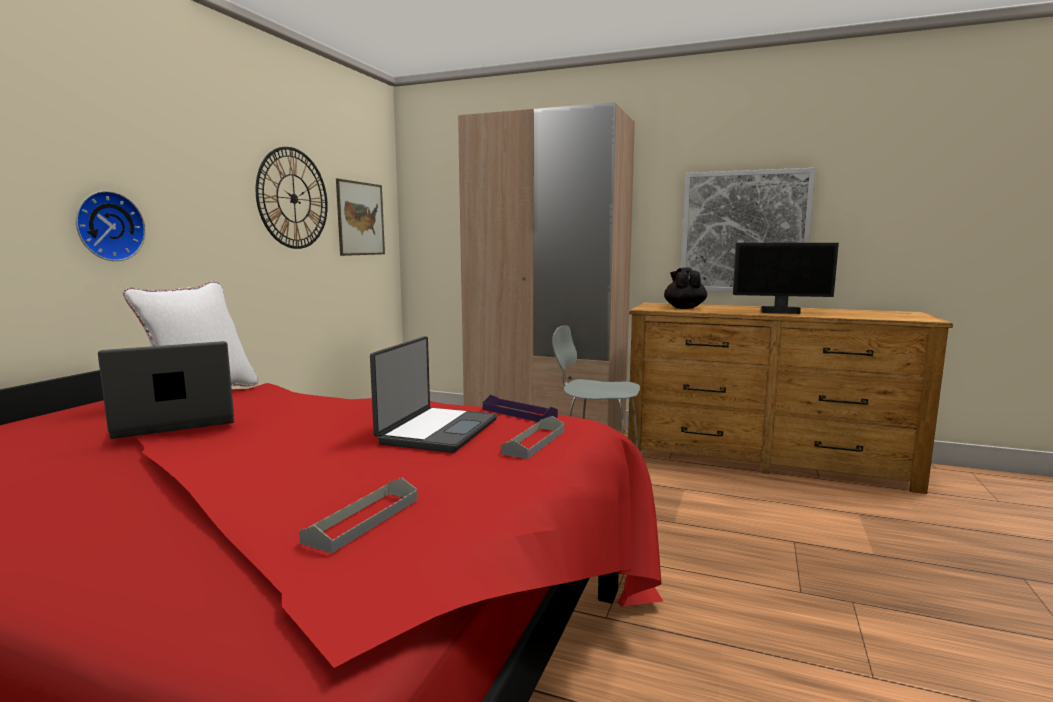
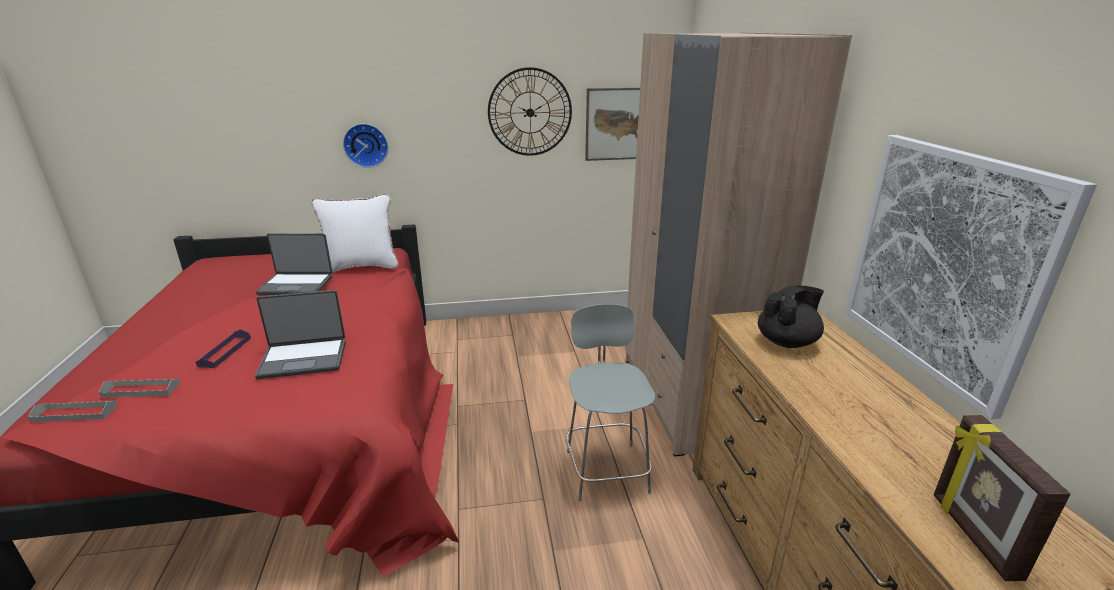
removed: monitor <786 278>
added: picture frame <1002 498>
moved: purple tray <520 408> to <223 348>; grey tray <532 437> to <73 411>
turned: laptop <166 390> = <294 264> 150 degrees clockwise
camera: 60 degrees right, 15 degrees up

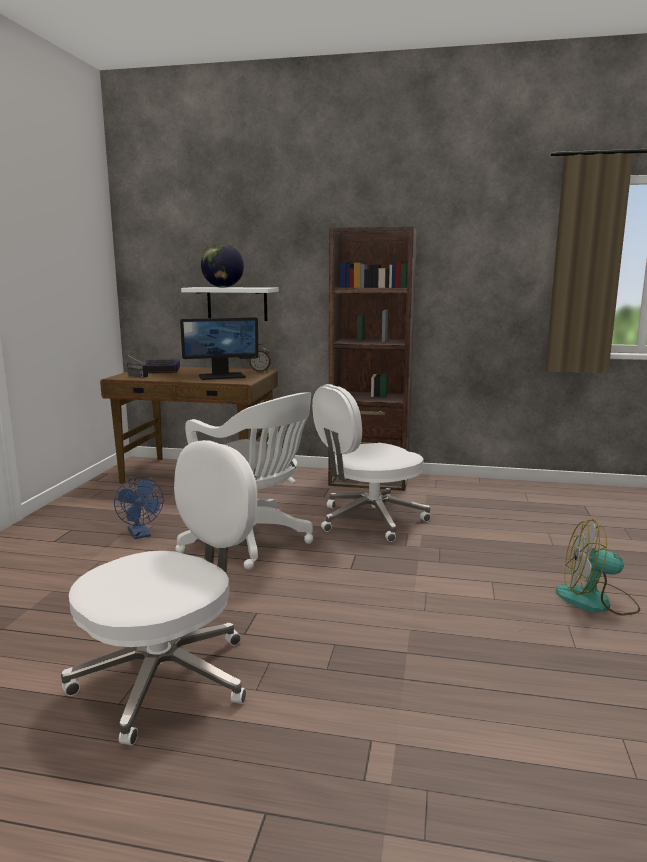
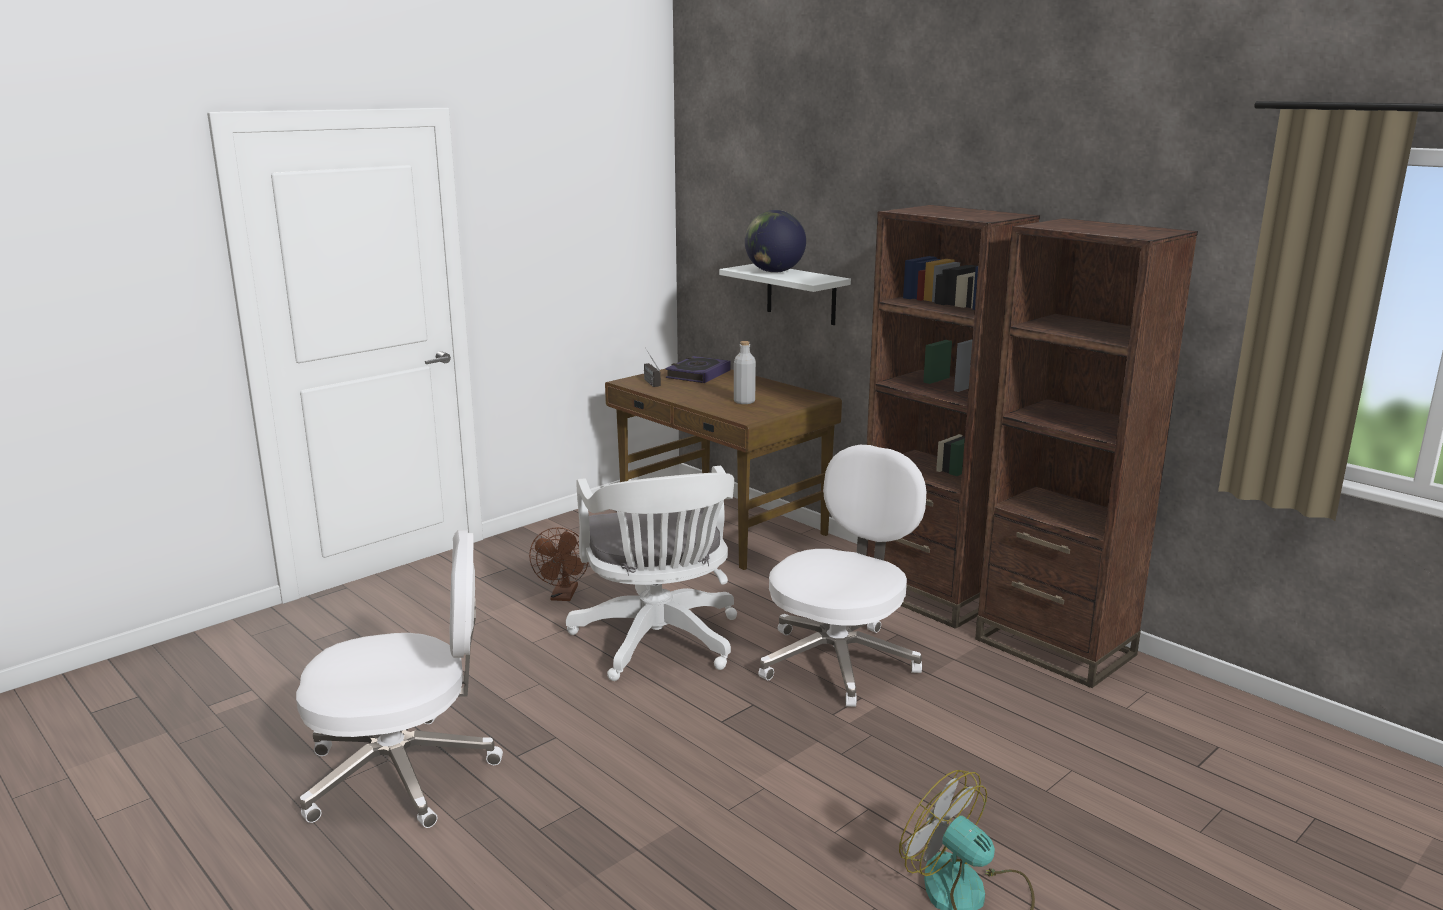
removed: alarm clock <260 358>
added: brown bookcase <1086 453>
replaced: monitor <219 348> to grey bottle <745 372>
recoloured: blue fan <139 508> to brown fan <558 564>
turned: white office chair <371 463> = <842 576> 120 degrees clockwise
camera: 35 degrees right, 5 degrees up

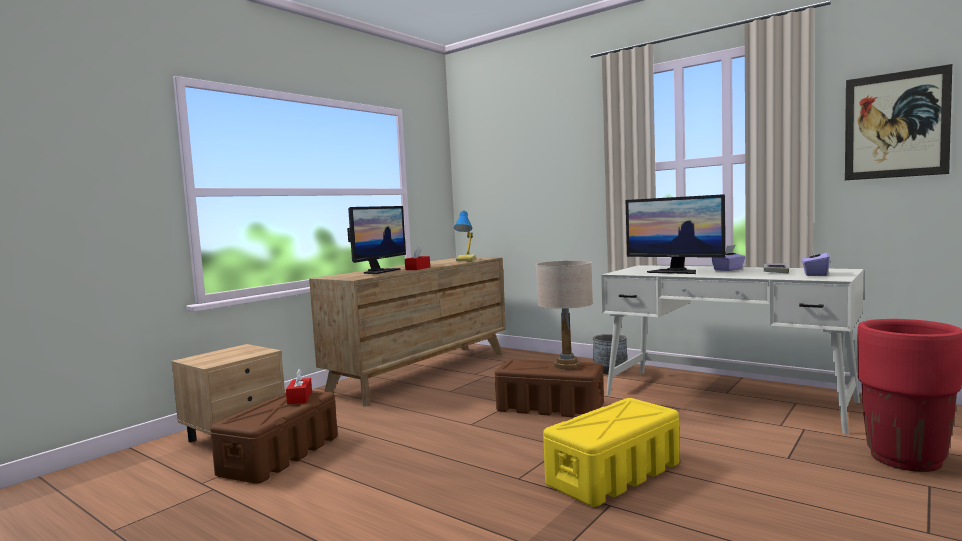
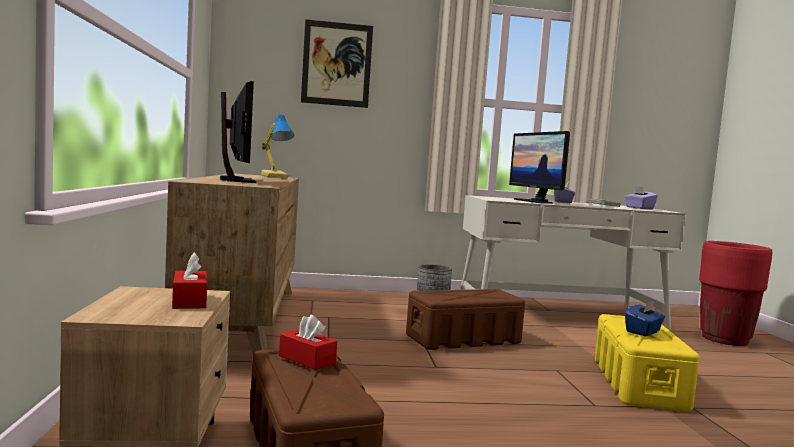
removed: beige table lamp <564 315>
added: blue tissue box <645 318>
moved: picture <898 122> to <337 63>; red tissue box <417 258> to <189 280>
turned: monitor <675 234> = <539 167> 75 degrees clockwise
camera: 45 degrees left, 0 degrees up

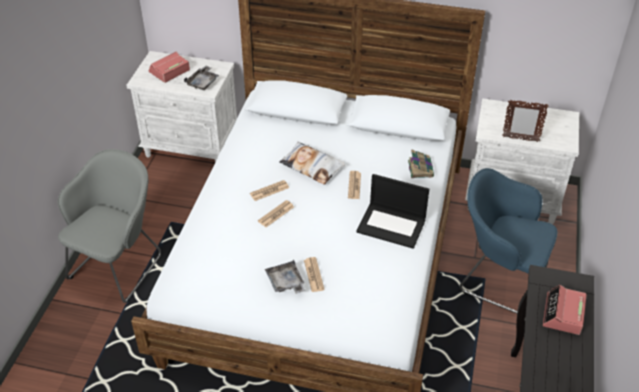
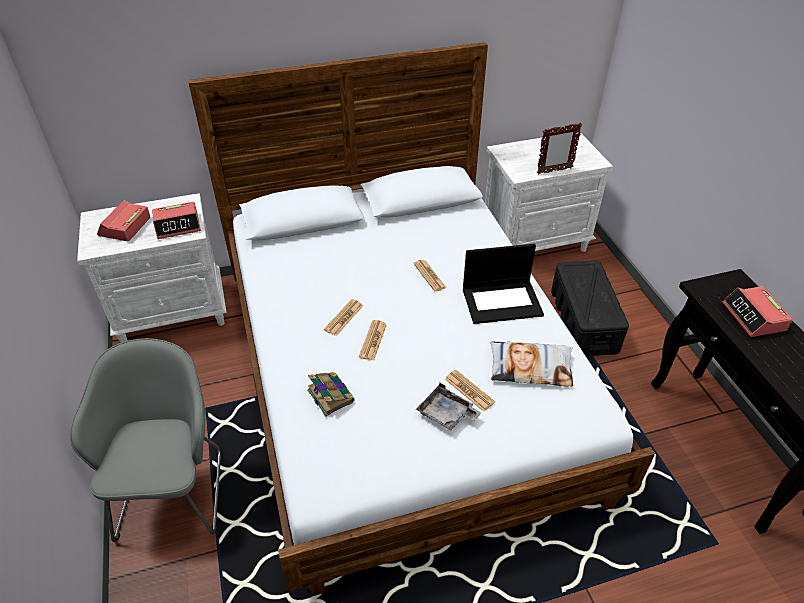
moved: pillow <312 163> to <531 363>; book <421 163> to <330 394>
replaced: grey tray <201 78> to alarm clock <176 220>; blue armchair <508 240> to black storage box <590 308>
camera: 30 degrees left, 0 degrees up

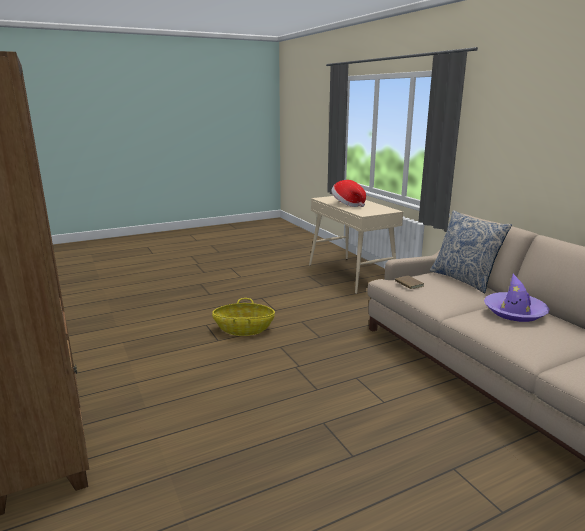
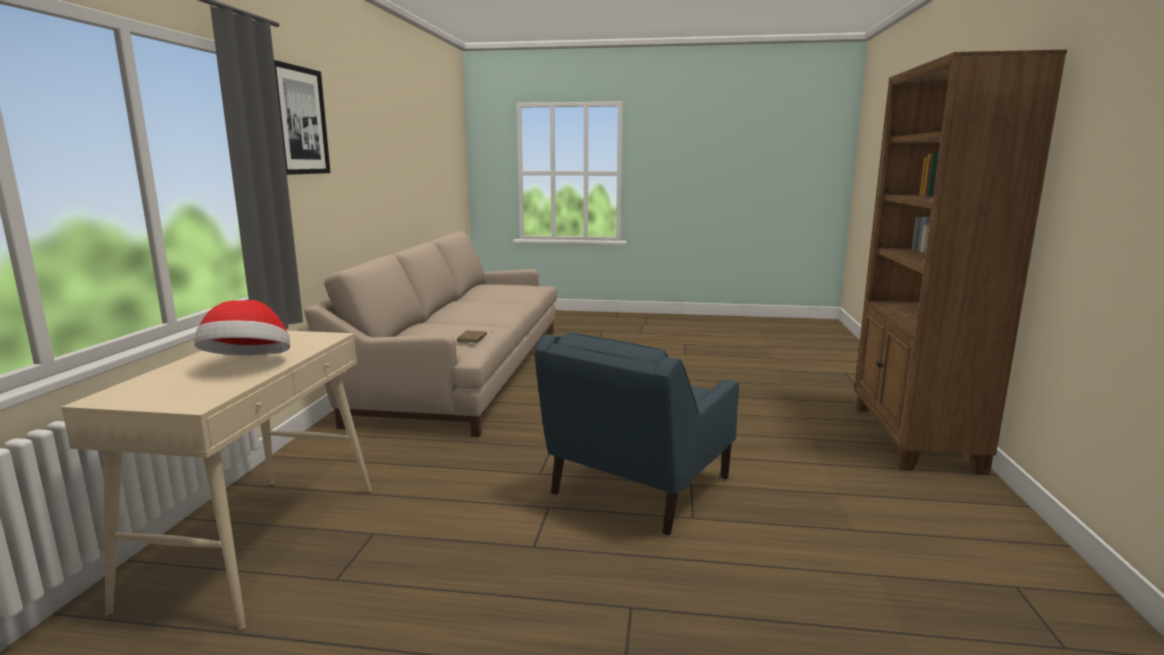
removed: pillow <471 251>; purple hat <517 298>
added: picture <302 117>
replaced: basket <243 317> to blue armchair <636 434>
camera: 145 degrees left, 5 degrees down

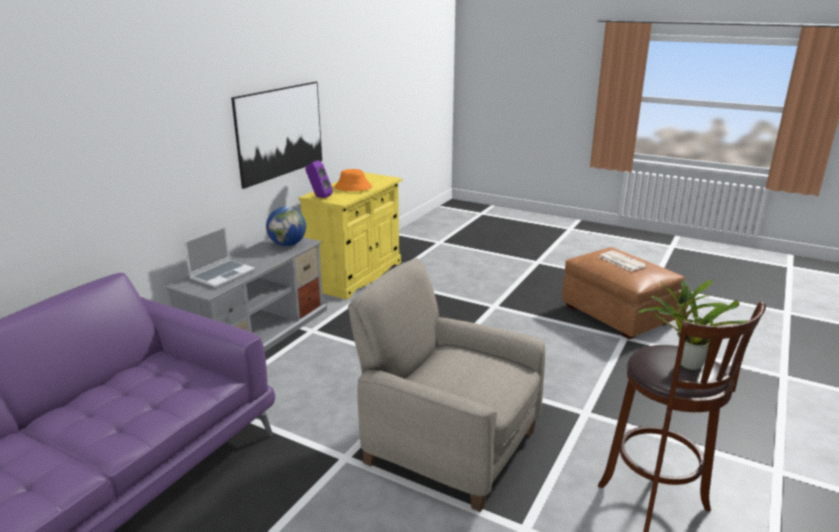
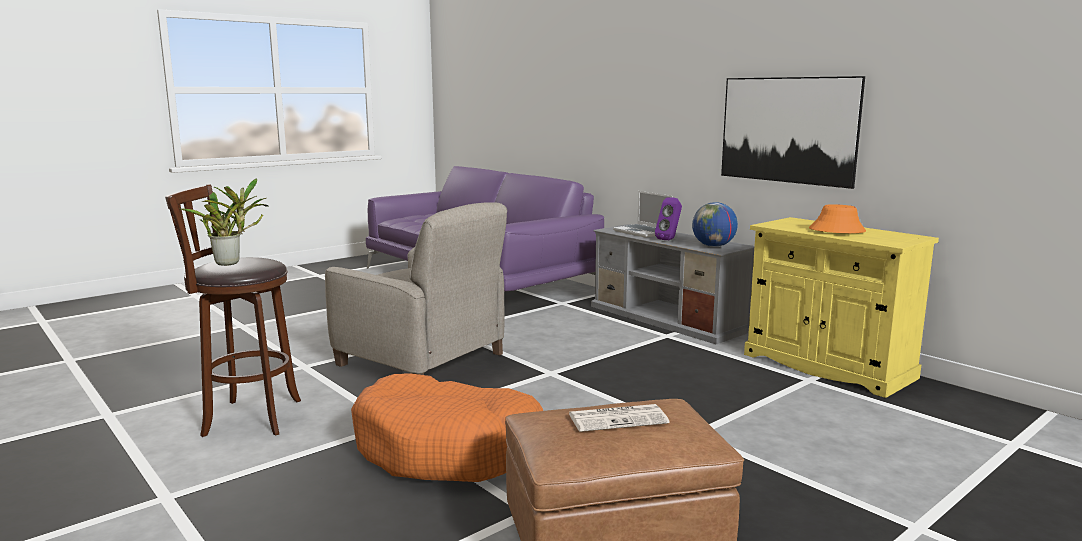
added: orange dog bed <447 427>
moved: purple speaker <319 179> to <668 218>
turned: beige armchair <446 385> = <416 288> 75 degrees clockwise
camera: 110 degrees right, 10 degrees down

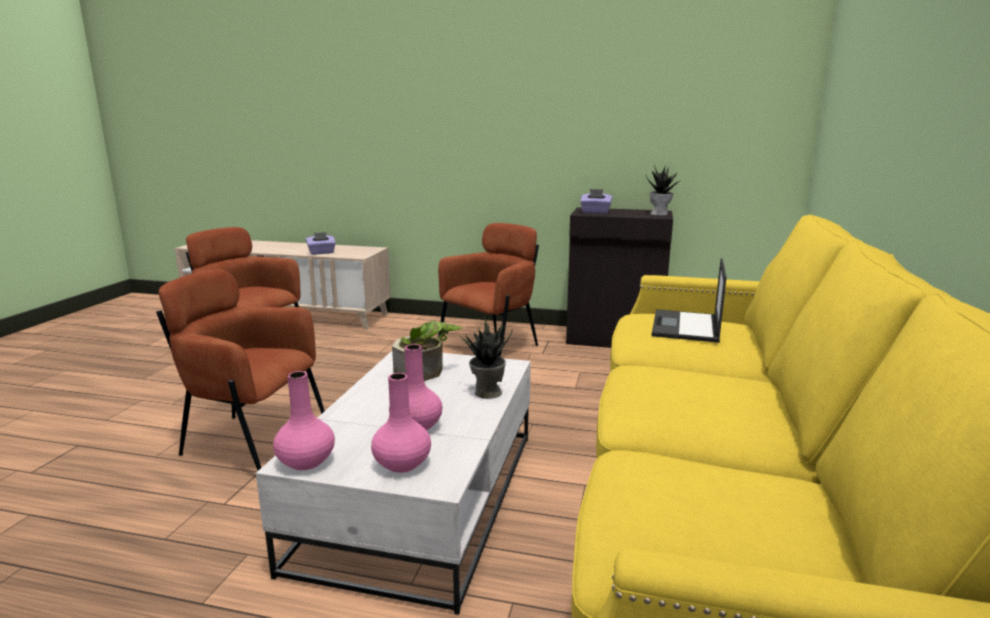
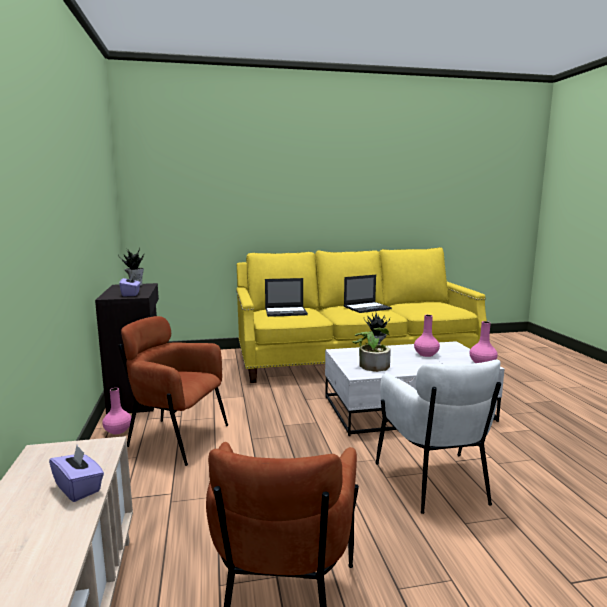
added: laptop <368 294>
moved: pink vase <401 423> to <116 411>
recoloured: brown armchair <240 370> to white armchair <438 437>
camera: 115 degrees left, 5 degrees down

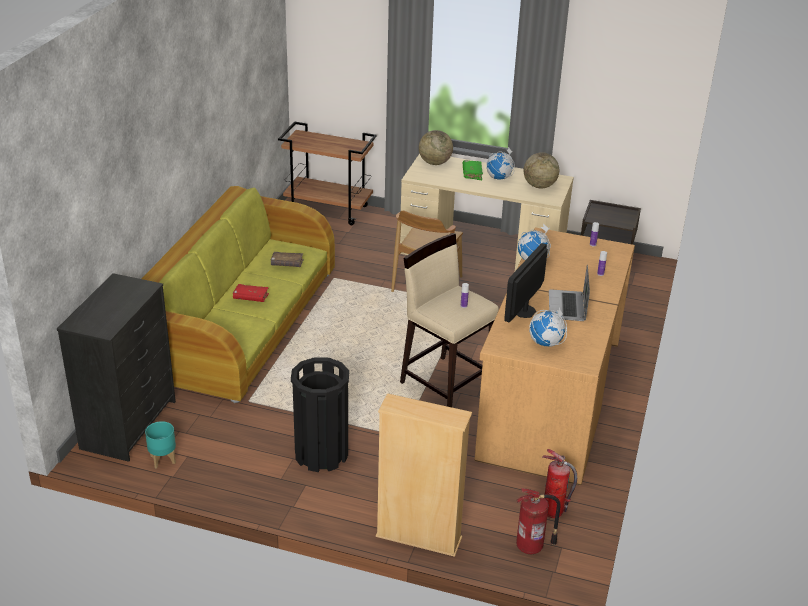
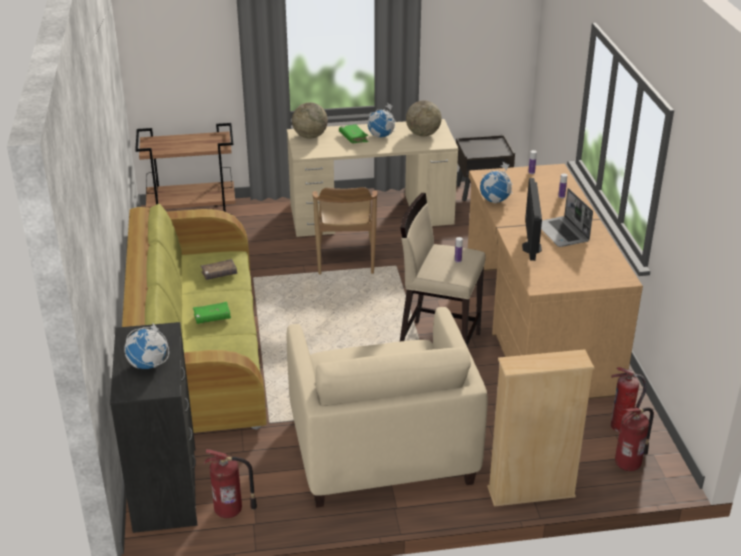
moved: globe <548 327> to <146 345>
replaced: black trash can <320 414> to beige armchair <387 407>; turquoise planter <160 445> to fire extinguisher <230 483>
recoloured: red book <251 293> to green book <212 313>
camera: 25 degrees left, 0 degrees up

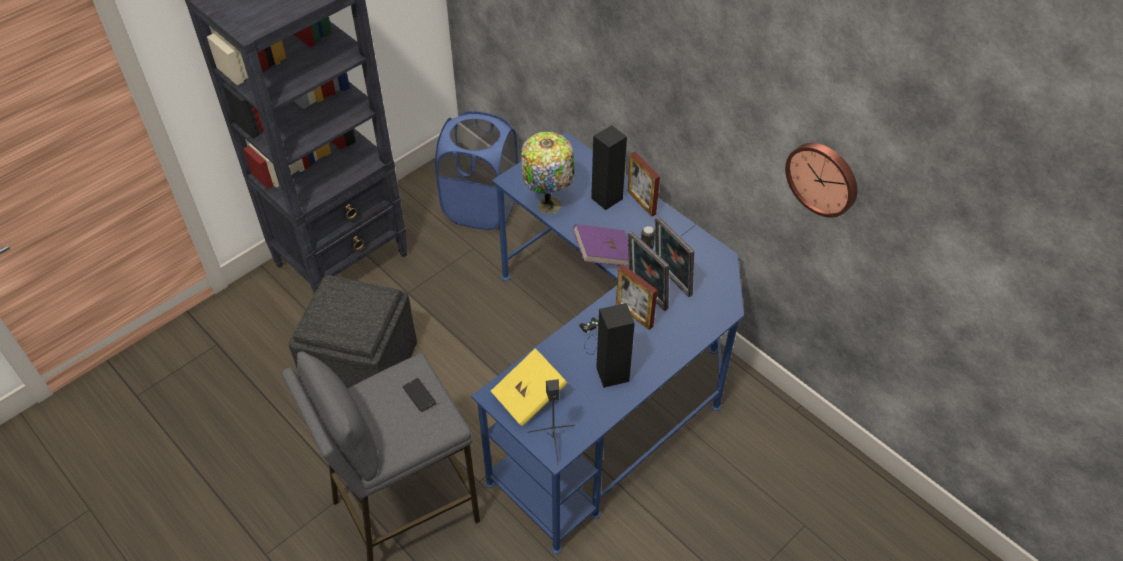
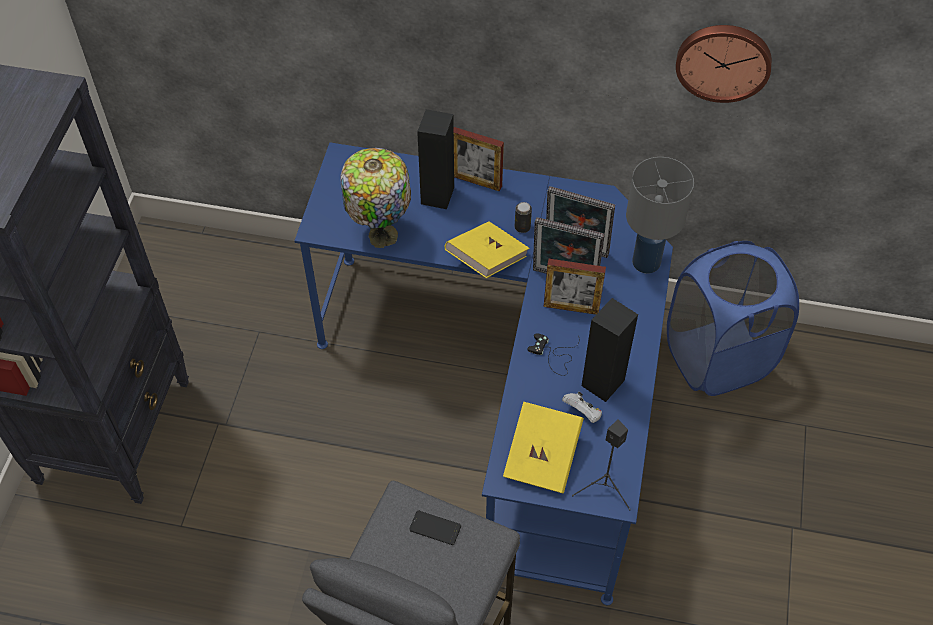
removed: grey ottoman <353 332>
added: grey table lamp <660 215>; white game controller <582 407>
moved: blue laundry basket <476 170> to <733 318>
recoloured: purple book <601 245> to yellow book <487 249>
camera: 35 degrees left, 5 degrees up

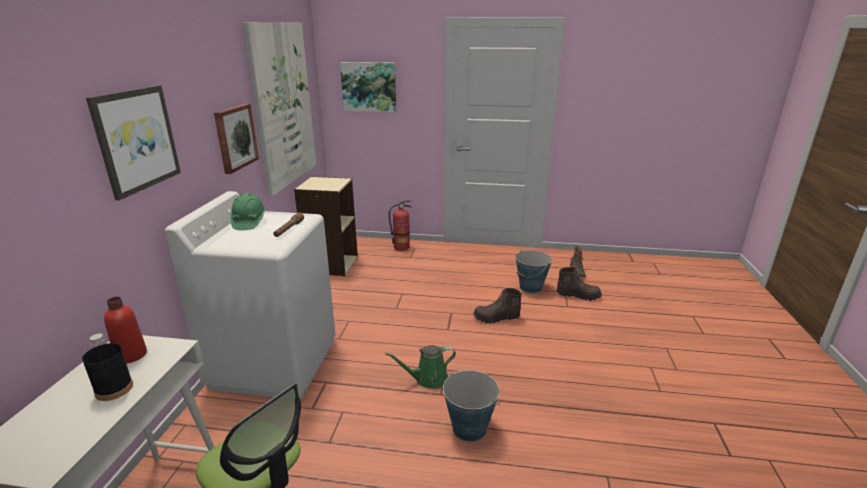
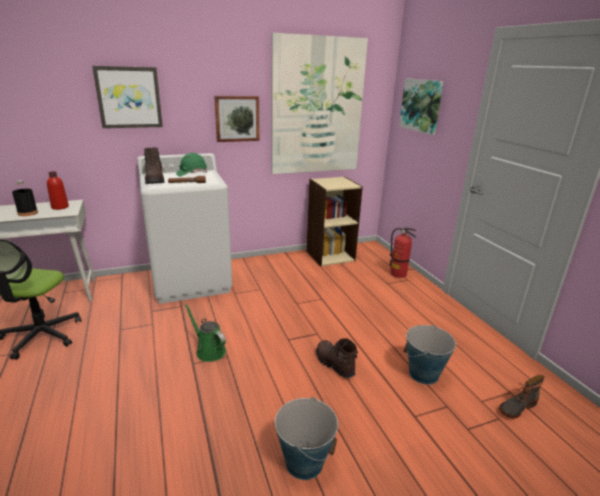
moved: brown boot <579 284> to <154 165>; bucket <471 406> to <306 438>
camera: 60 degrees right, 0 degrees up

